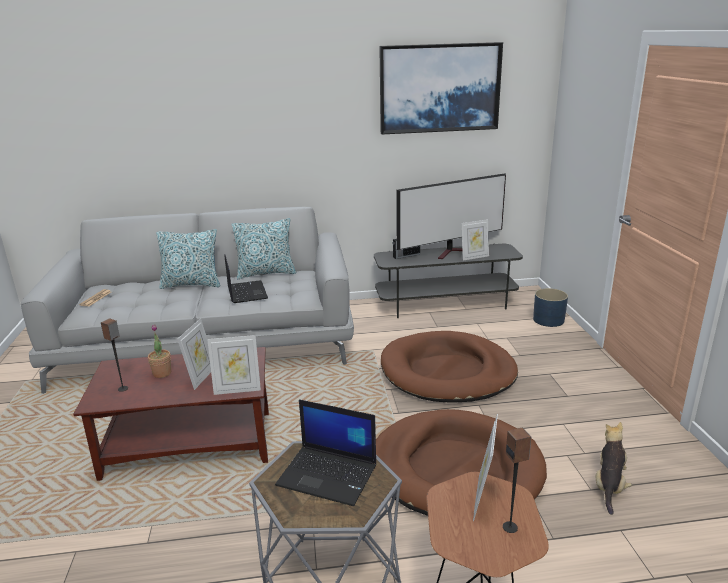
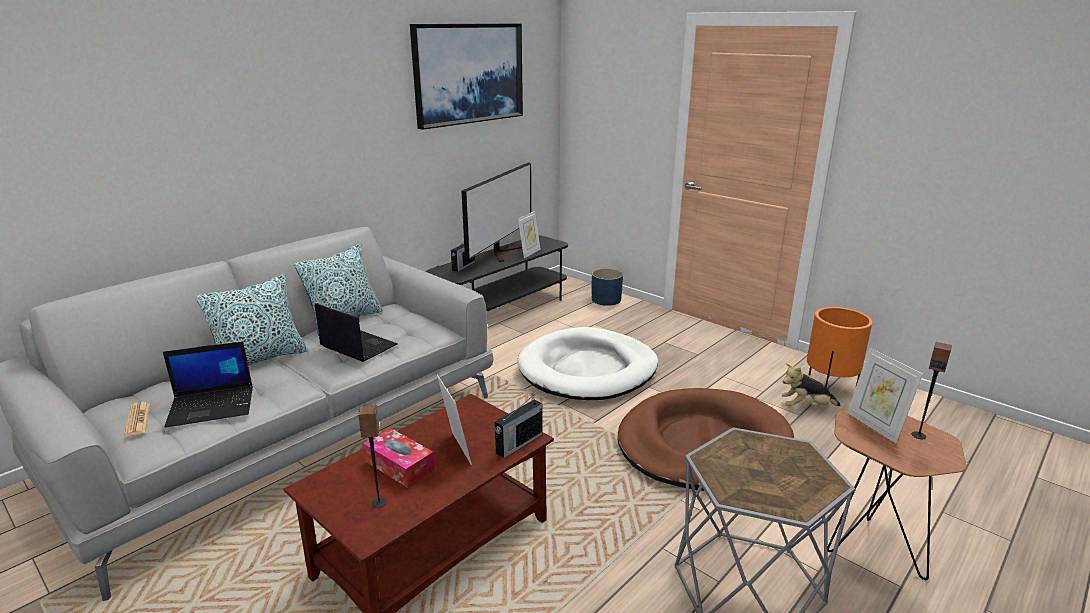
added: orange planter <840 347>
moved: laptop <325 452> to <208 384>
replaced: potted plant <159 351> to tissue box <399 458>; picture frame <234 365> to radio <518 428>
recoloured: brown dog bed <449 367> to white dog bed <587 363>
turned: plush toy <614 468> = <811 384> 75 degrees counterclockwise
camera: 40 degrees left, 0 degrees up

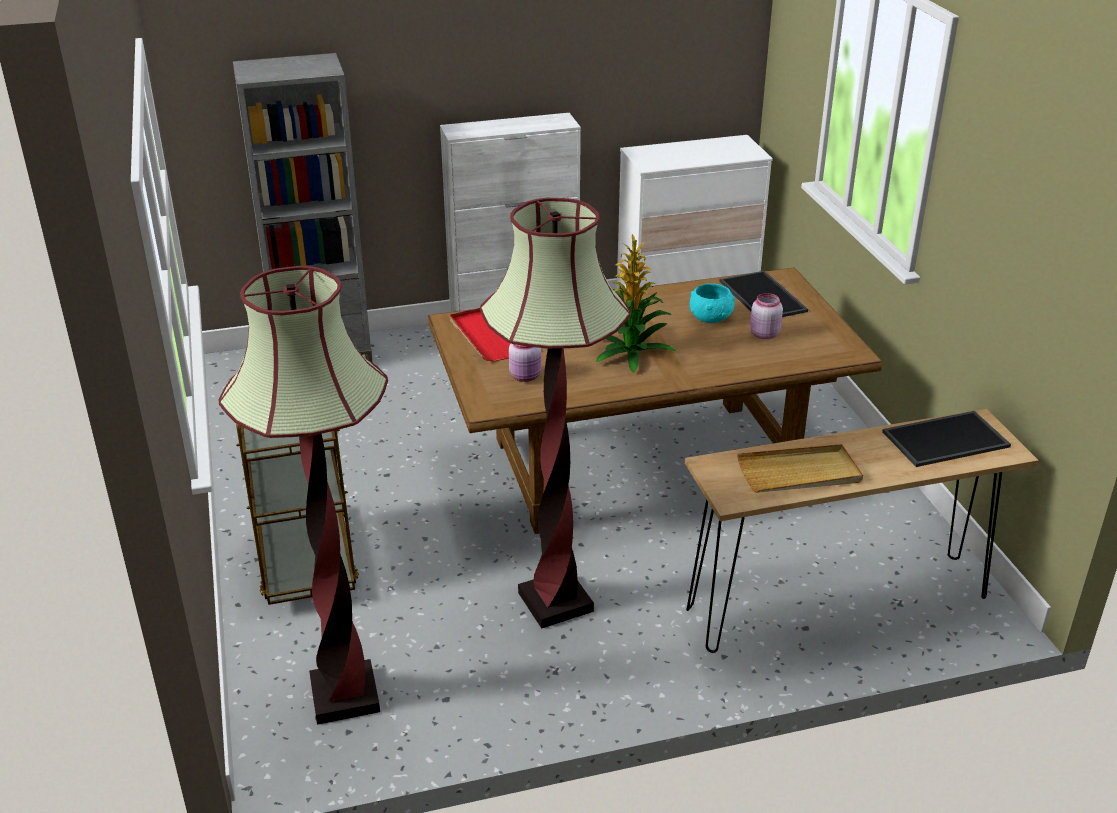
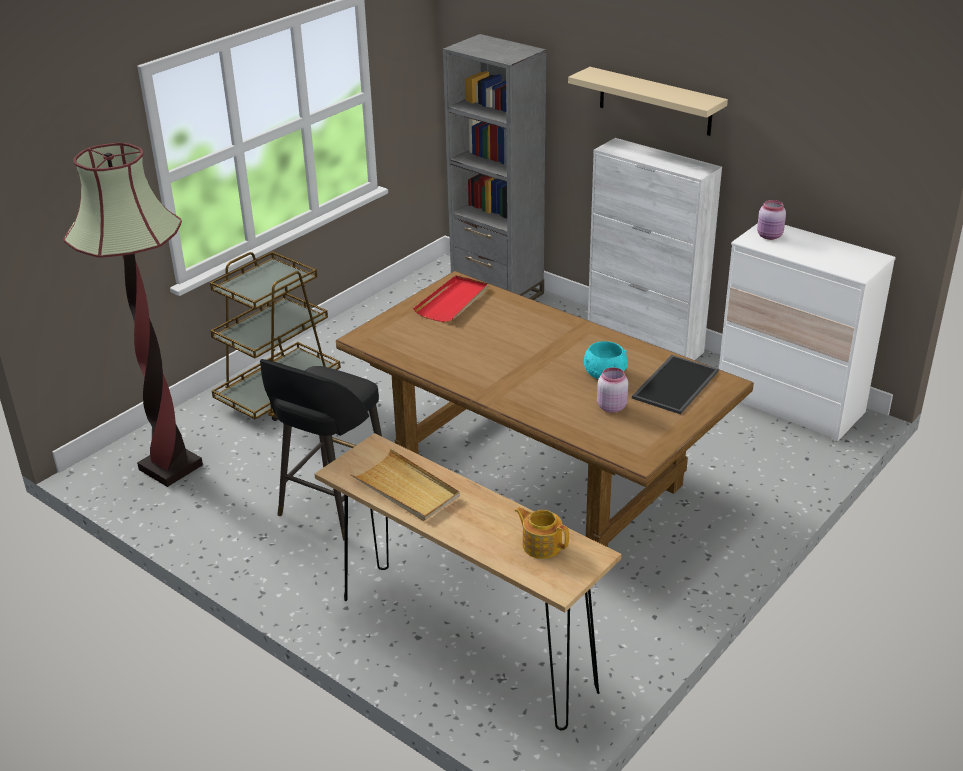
removed: potted plant <636 303>
added: beige shelf <648 101>
moved: pink jar <525 363> to <771 220>
replaced: floor lamp <555 413> to black stool <321 450>; tray <946 439> to teapot <542 533>
camera: 55 degrees right, 0 degrees up

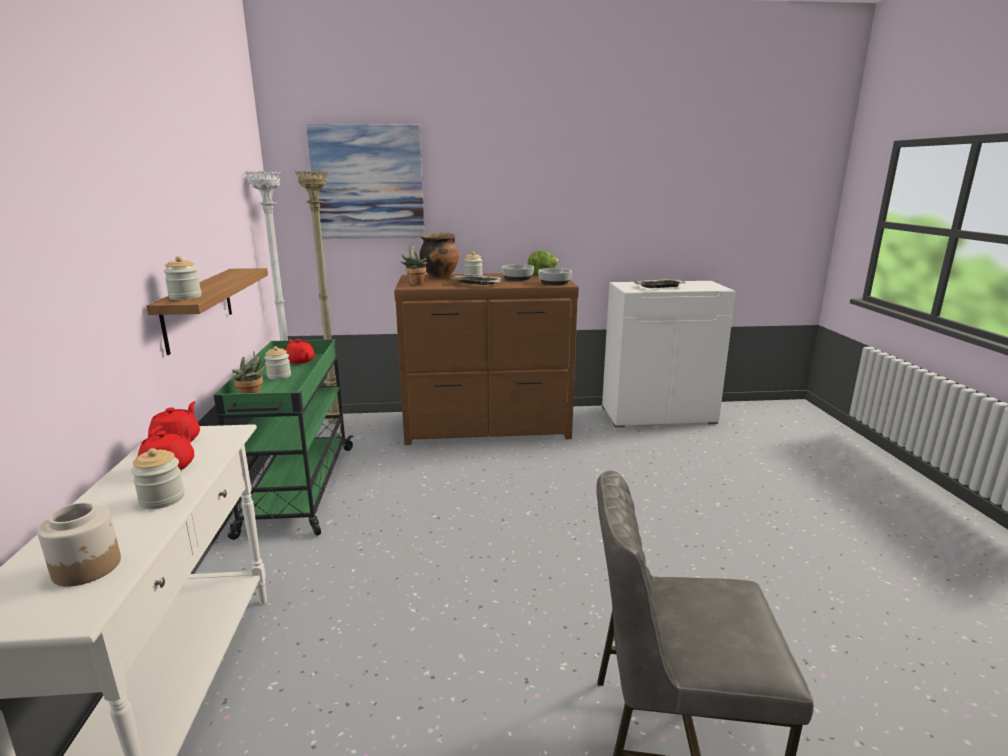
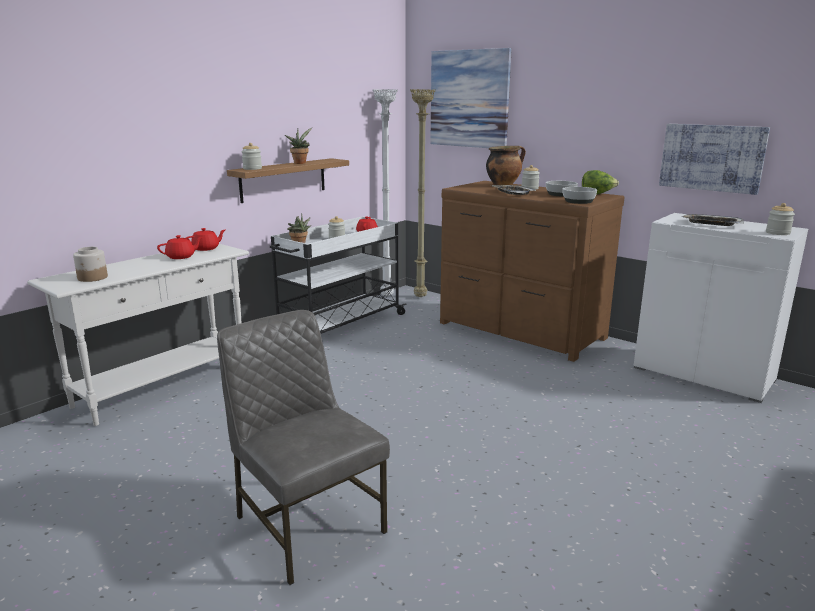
added: picture <714 159>
moved: potted plant <414 264> to <298 146>; jar <158 478> to <780 219>
recoloured: green cart <284 439> to white cart <338 275>
camera: 45 degrees right, 0 degrees up

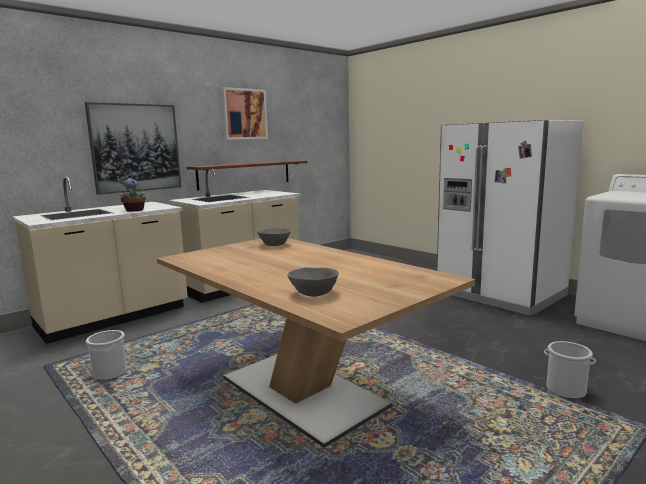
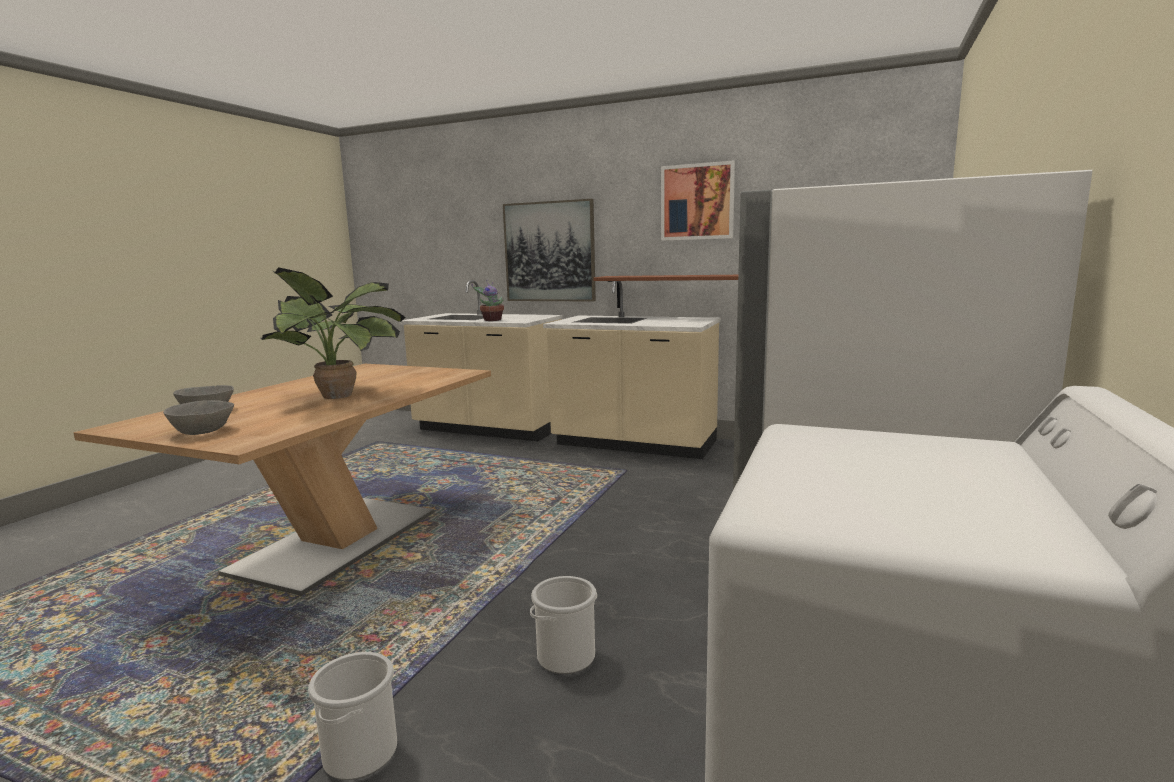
added: potted plant <333 333>
moved: grey bowl <274 237> to <198 417>; bucket <106 355> to <563 625>
camera: 65 degrees right, 0 degrees up

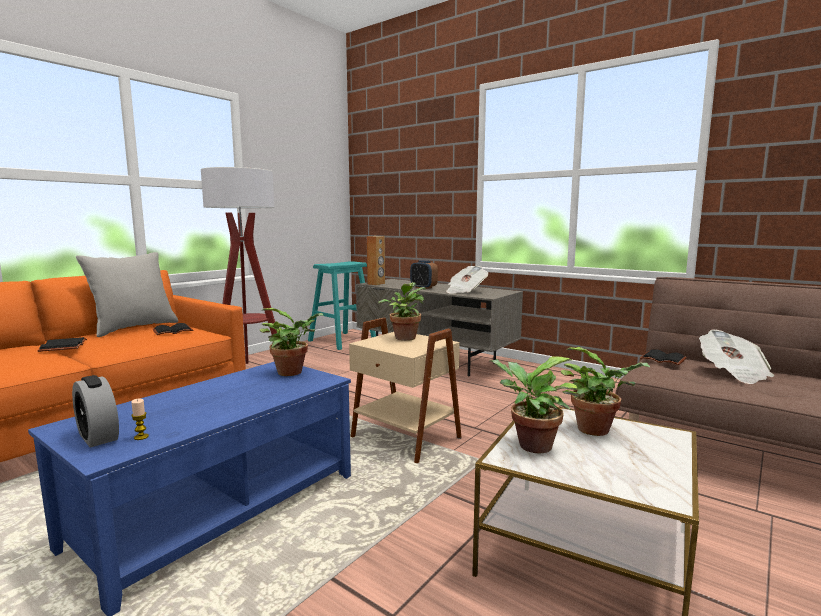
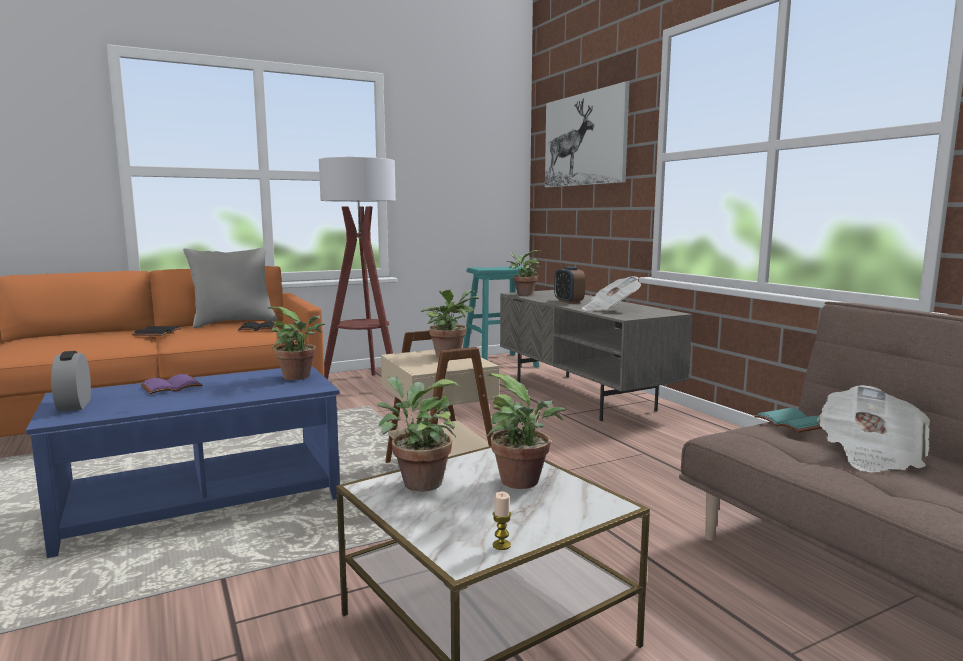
added: picture <587 134>; purple book <171 384>
moved: candle <140 419> to <502 520>
replaced: brown speaker <376 260> to potted plant <524 273>
recoloured: black book <663 357> to turquoise book <788 420>
camera: 25 degrees right, 0 degrees up

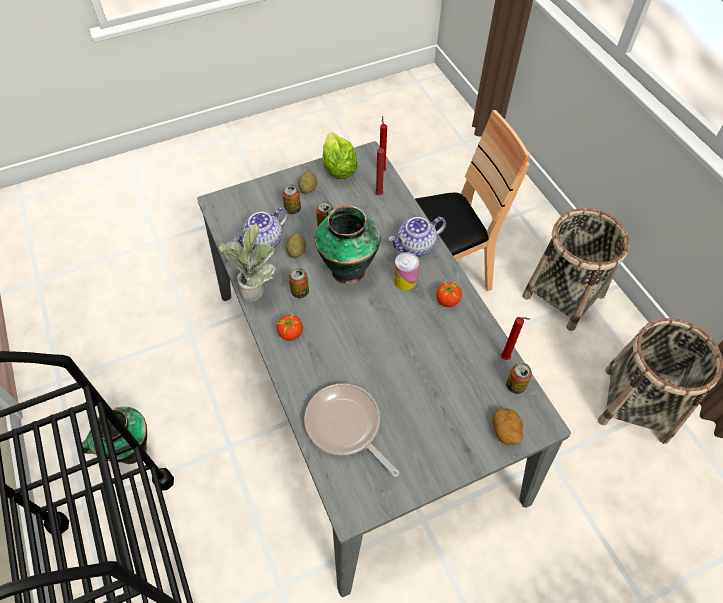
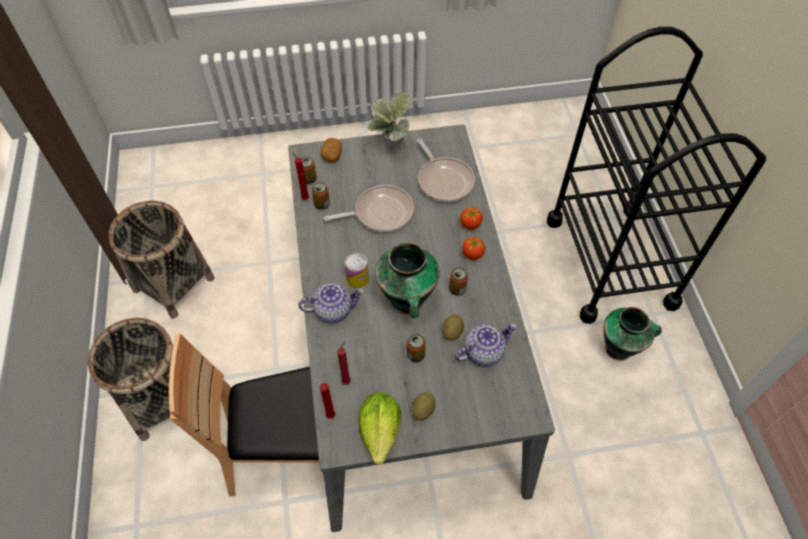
added: frying pan <369 209>
moved: can <291 199> to <321 196>; potted plant <247 263> to <389 120>; tomato <449 293> to <471 218>
camera: 165 degrees left, 0 degrees up

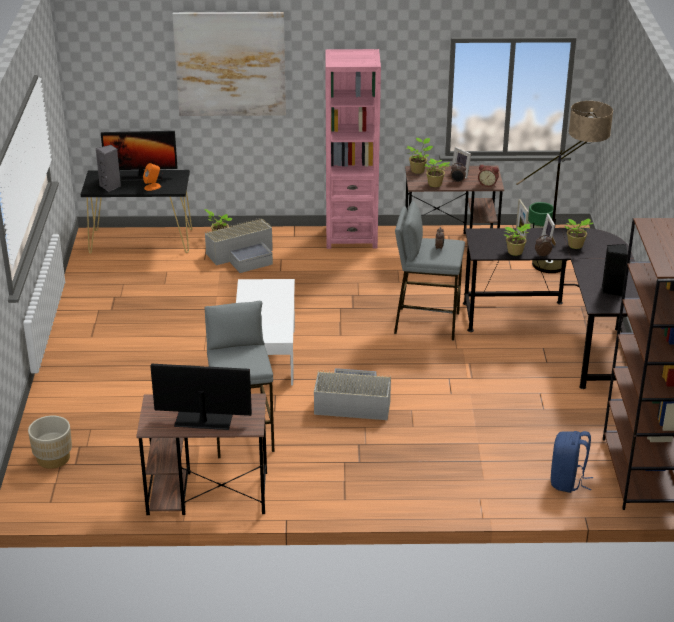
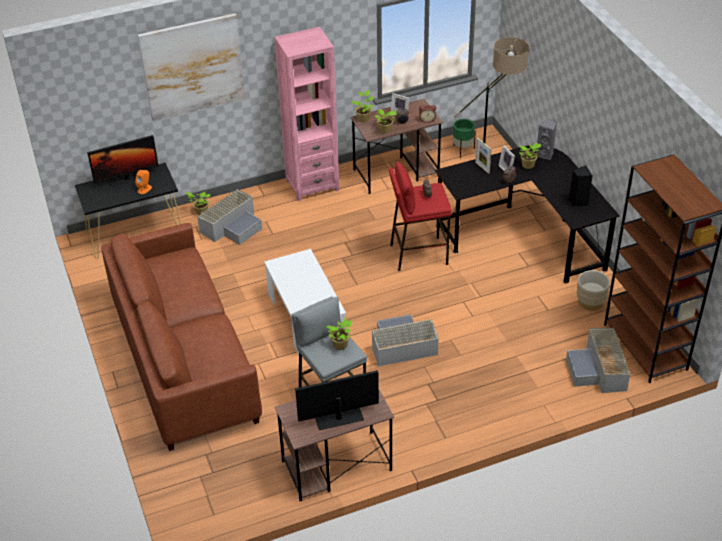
added: brown sofa <181 337>
moved: grey speaker <108 168> to <546 139>; potted plant <517 240> to <339 334>; beige planter <50 442> to <593 290>
replaced: blue backpack <572 462> to grey storage box <598 360>
recoloured: grey stool <429 271> to red stool <420 216>
camera: 20 degrees left, 10 degrees up

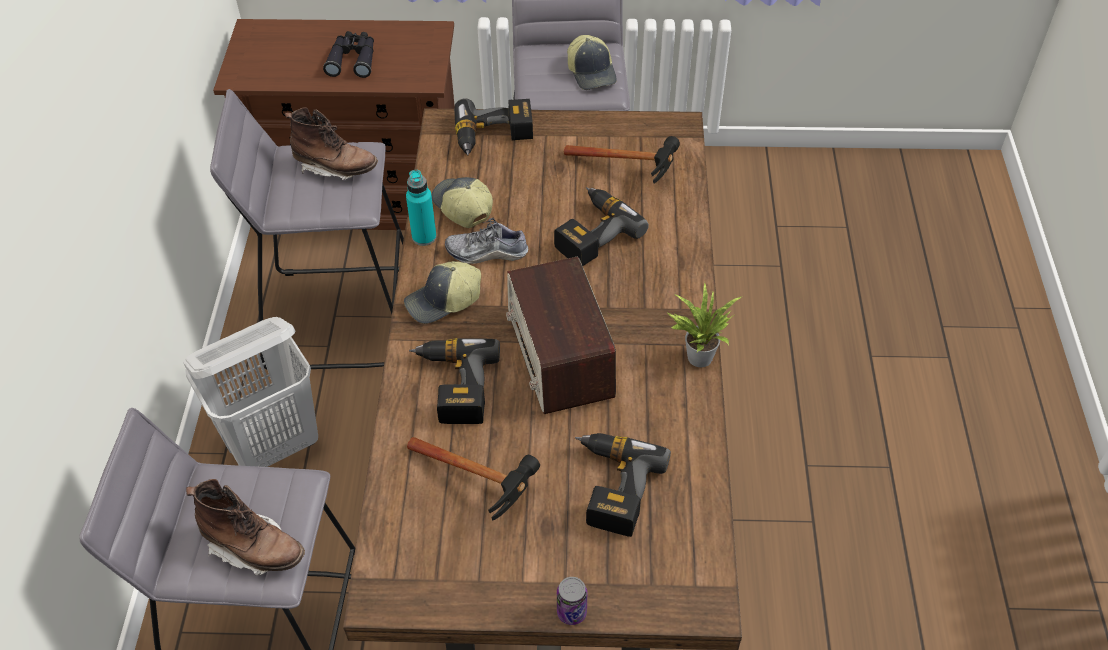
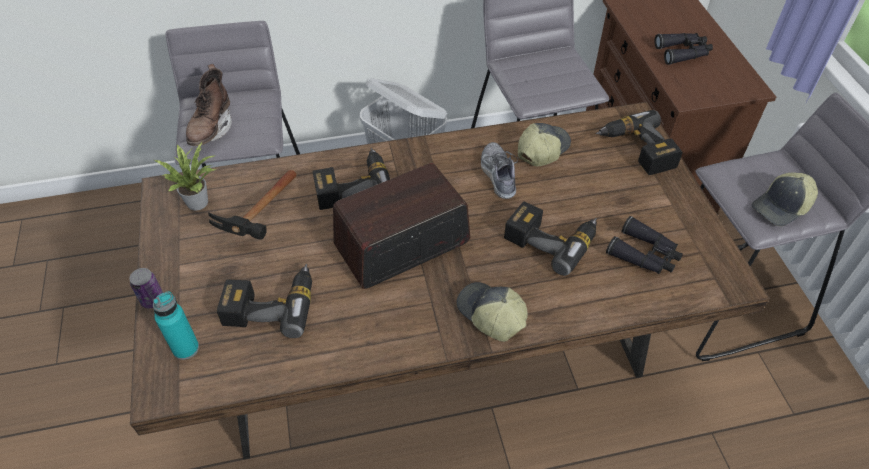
removed: brown boot <331 143>
moved: turquoise bottle <421 208> to <176 326>; cap <442 292> to <492 312>; potted plant <704 324> to <185 176>
replaced: hammer <622 160> to black binoculars <644 245>
camera: 75 degrees right, 0 degrees up

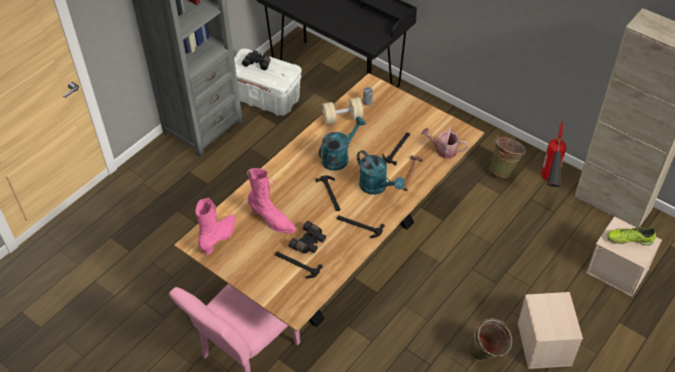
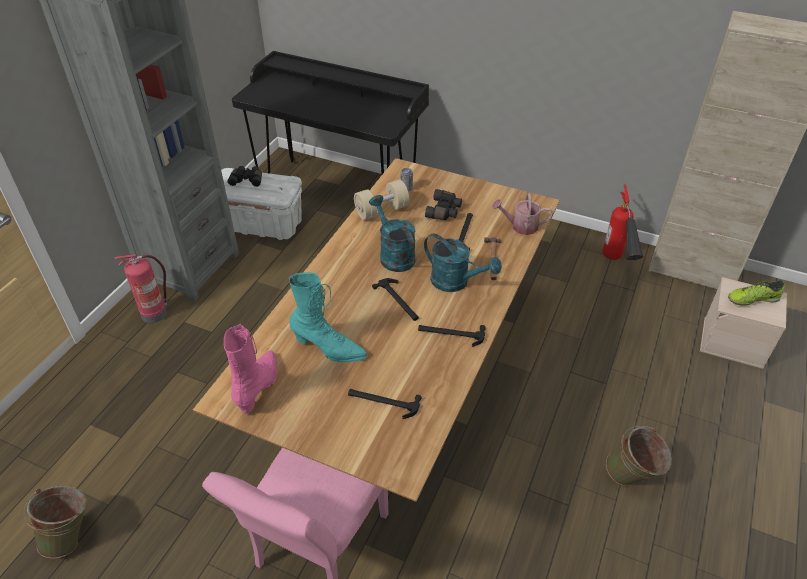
removed: beige storage box <550 330>
added: fire extinguisher <141 288>
moved: green bucket <507 156> to <55 522>; black binoculars <307 237> to <443 204>
recoloured: pink boot <271 200> to turquoise boot <328 317>
turned: turquoise watering can <342 143> = <392 233> 60 degrees counterclockwise
camera: 15 degrees left, 5 degrees down

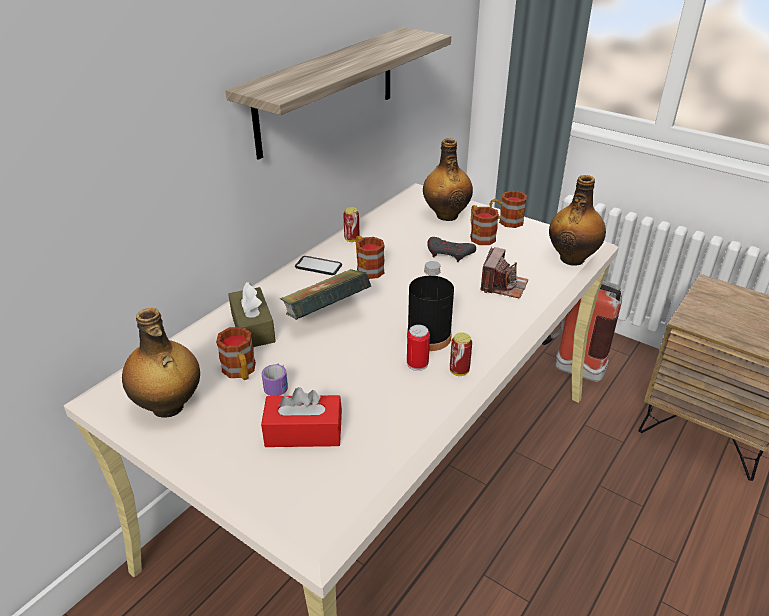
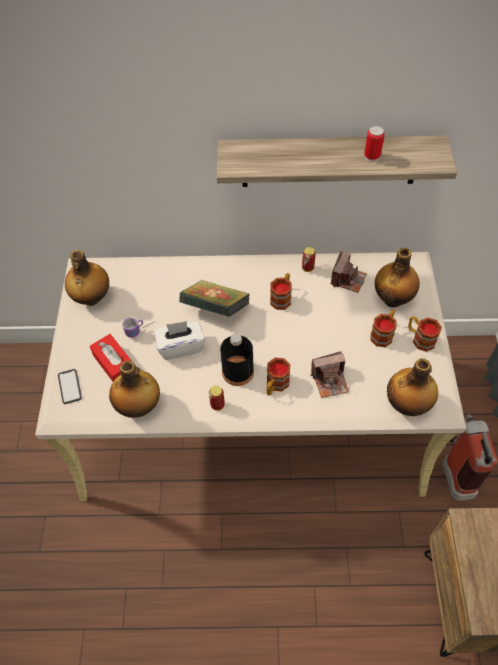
removed: grey game controller <451 249>; brown tissue box <252 314>
added: photo camera <349 272>; white tissue box <179 340>; bottle <134 389>
moved: phone <318 265> to <70 386>; can <418 348> to <374 144>; mug <236 353> to <278 376>
camera: 55 degrees right, 20 degrees up

